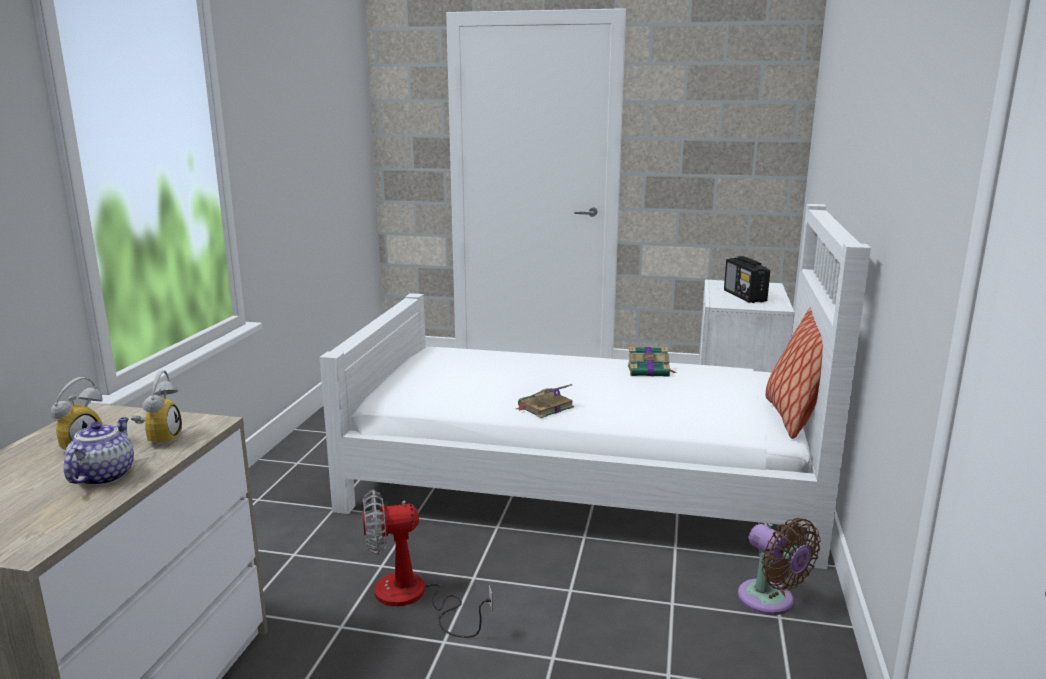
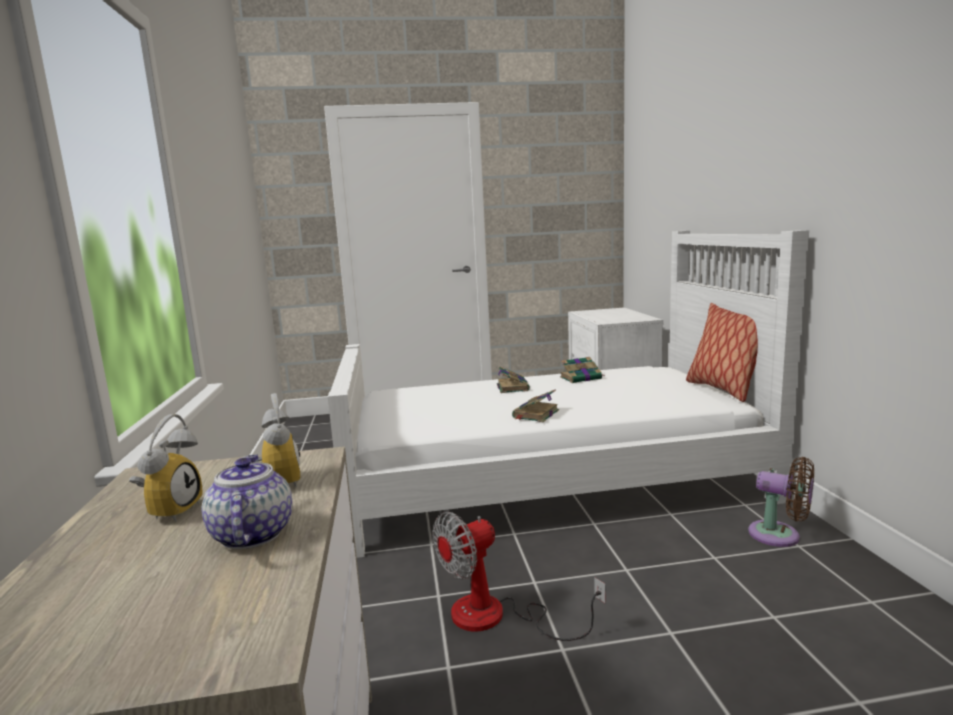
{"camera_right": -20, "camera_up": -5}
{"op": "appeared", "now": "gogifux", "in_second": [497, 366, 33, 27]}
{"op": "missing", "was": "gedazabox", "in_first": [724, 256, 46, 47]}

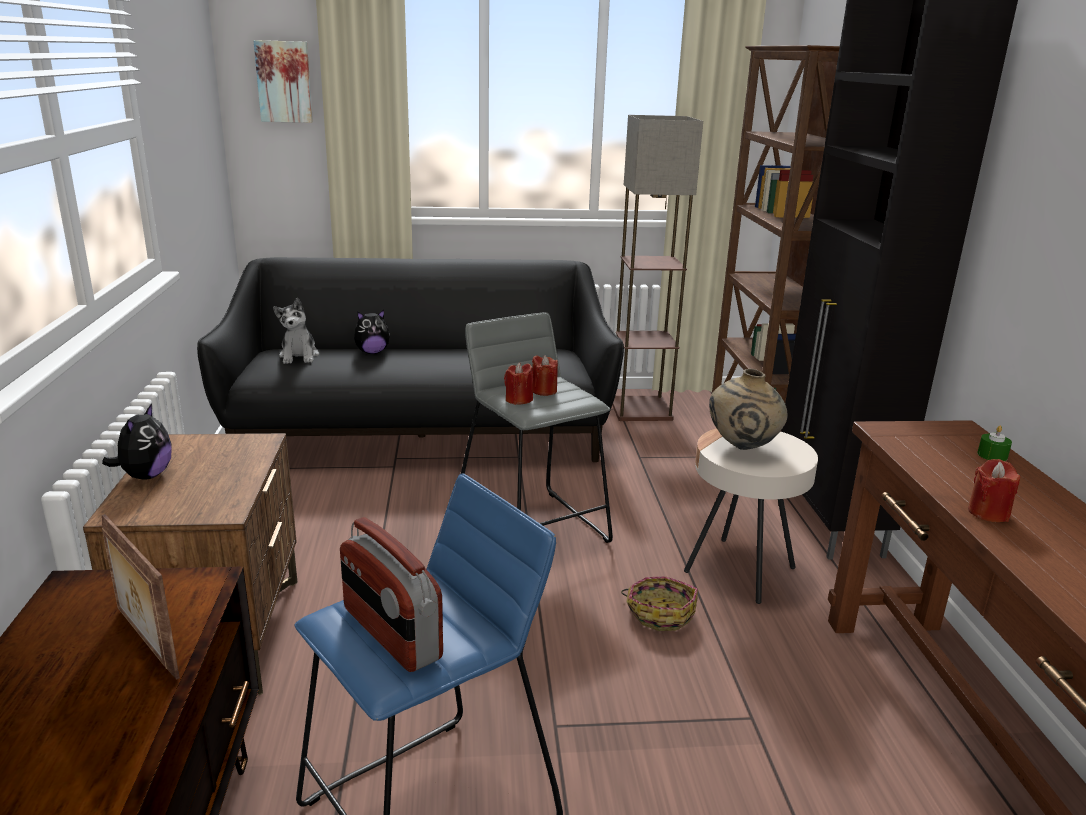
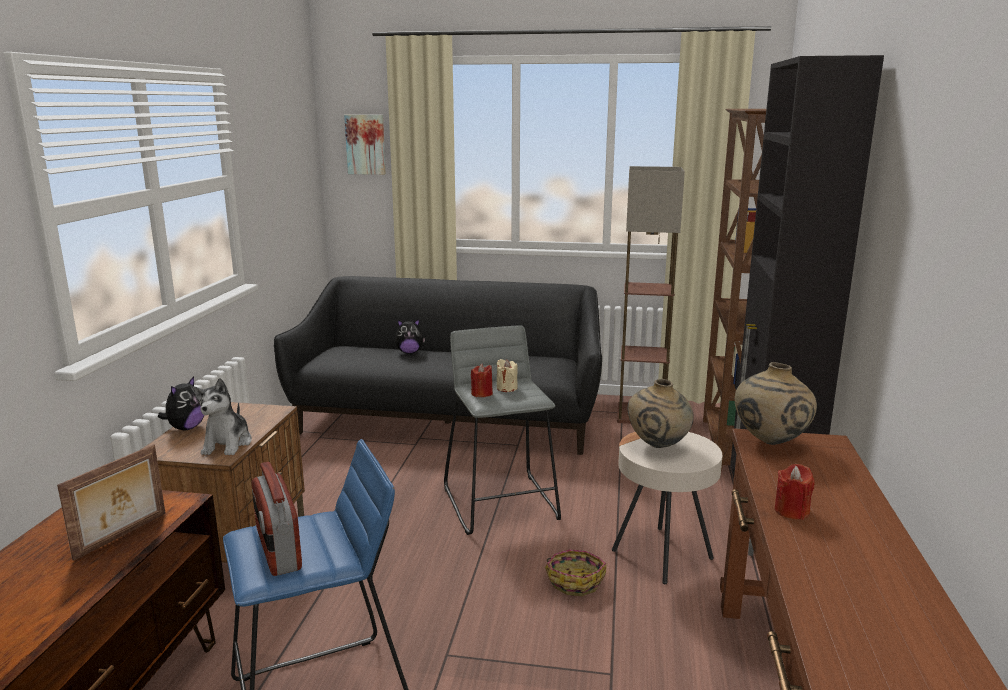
{"camera_right": 15, "camera_up": -5}
{"op": "spun", "was": "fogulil", "in_first": [102, 514, 78, 166], "in_second": [57, 444, 109, 117], "clockwise": -120}
{"op": "relocated", "was": "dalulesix", "in_first": [273, 298, 46, 66], "in_second": [193, 378, 59, 77]}
{"op": "colour", "was": "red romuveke", "now": "beige romuveke", "in_first": [532, 355, 26, 41], "in_second": [496, 359, 22, 33]}
{"op": "appeared", "now": "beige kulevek", "in_second": [735, 362, 82, 83]}
{"op": "missing", "was": "green romuveke", "in_first": [977, 426, 35, 35]}

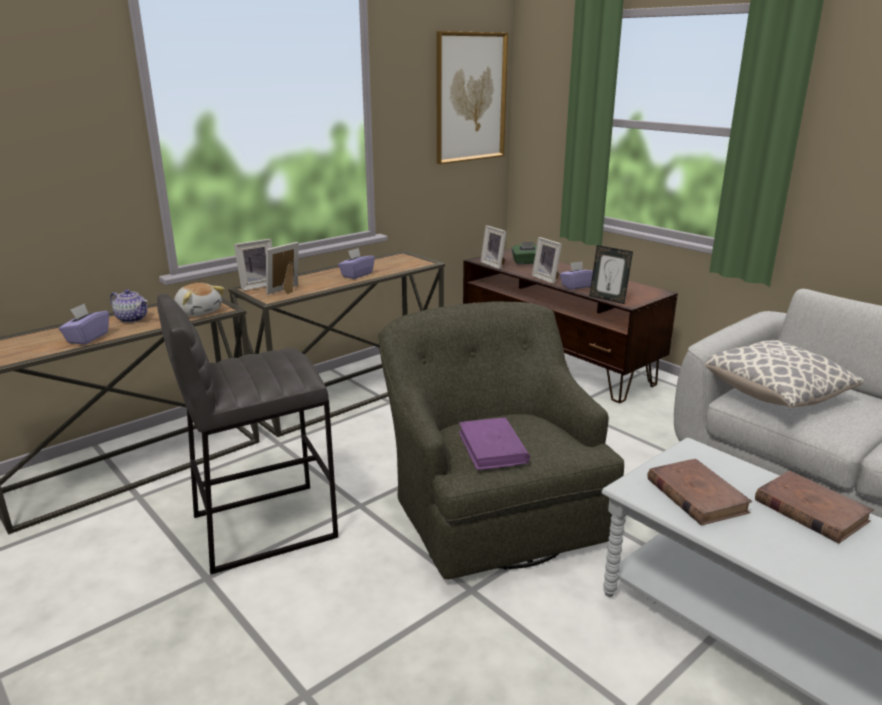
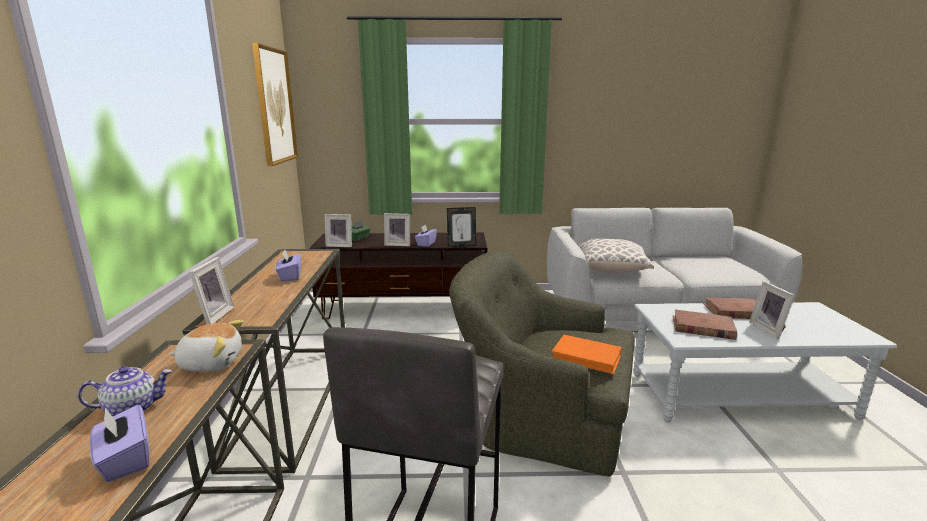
{"camera_right": -50, "camera_up": -5}
{"op": "colour", "was": "purple gogifux", "now": "orange gogifux", "in_first": [459, 417, 71, 53], "in_second": [552, 335, 70, 40]}
{"op": "relocated", "was": "fogulil", "in_first": [266, 242, 33, 52], "in_second": [749, 281, 46, 58]}

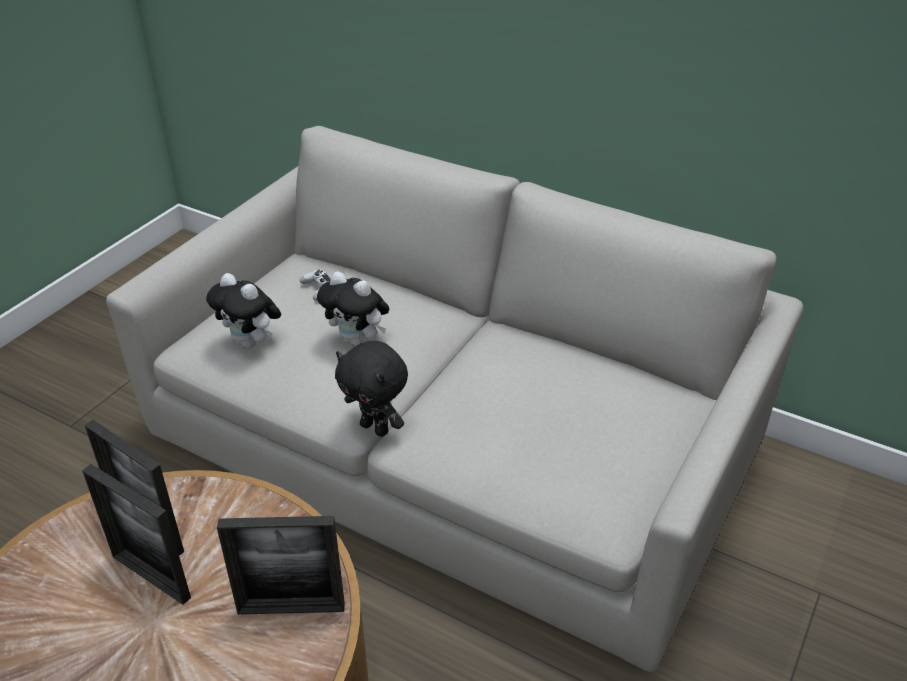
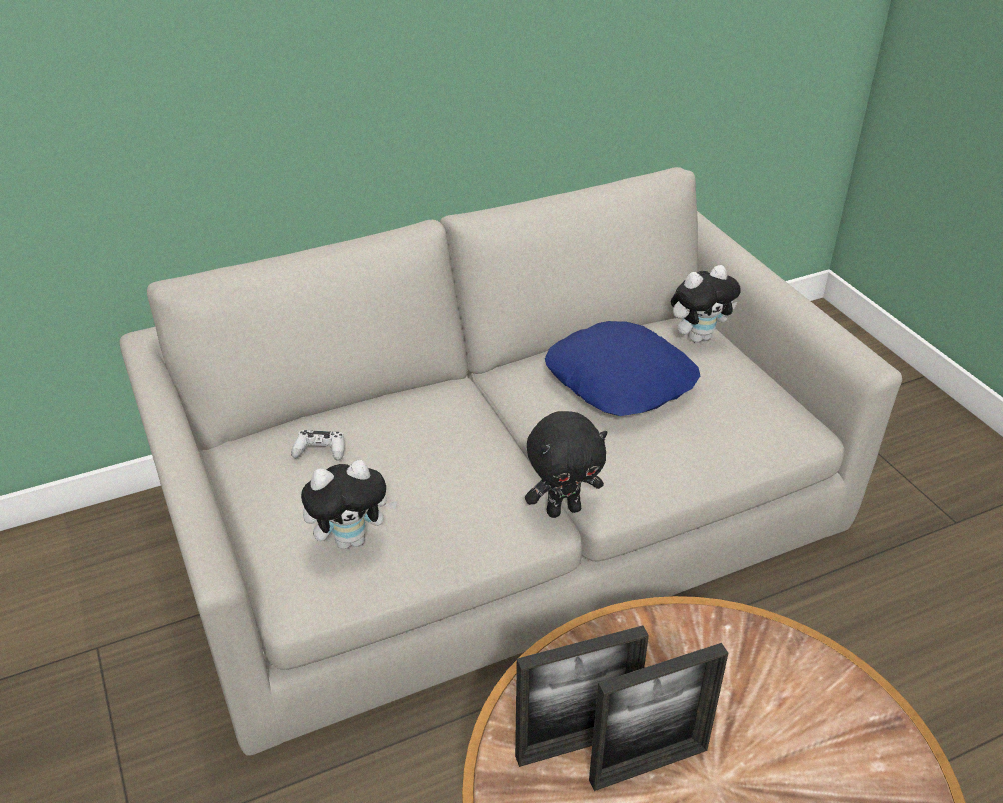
{"camera_right": -55, "camera_up": 0}
{"op": "appeared", "now": "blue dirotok", "in_second": [545, 321, 155, 95]}
{"op": "relocated", "was": "dalulesix", "in_first": [317, 271, 72, 75], "in_second": [671, 265, 70, 78]}
{"op": "missing", "was": "fogulil", "in_first": [217, 516, 128, 99]}

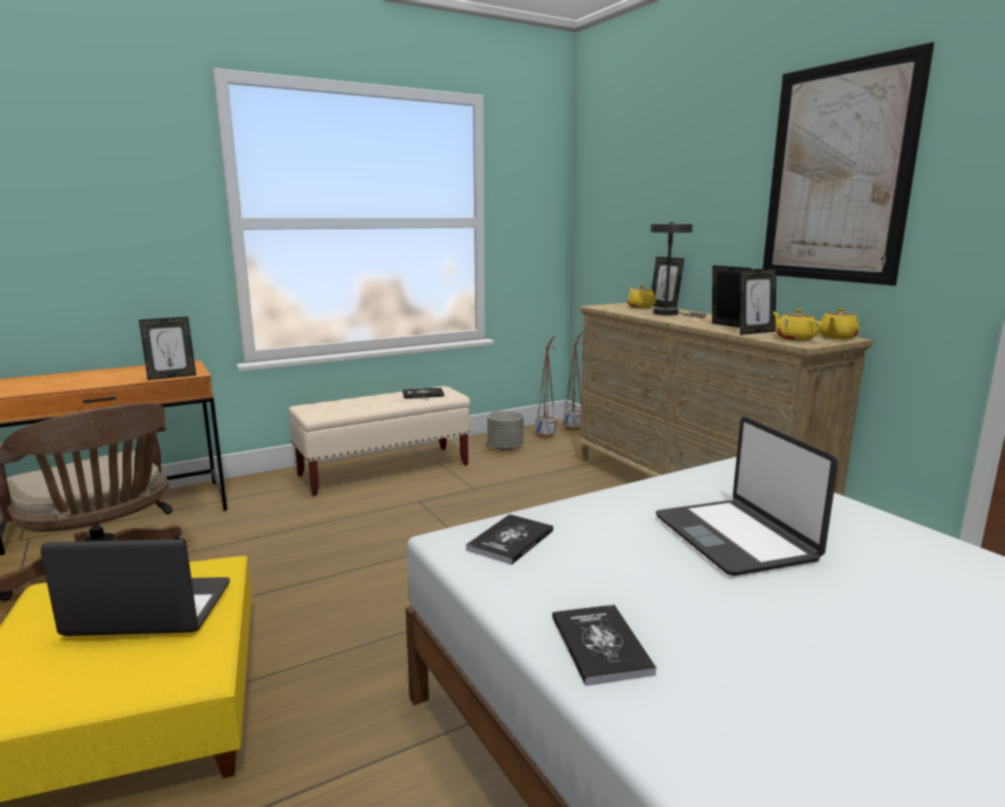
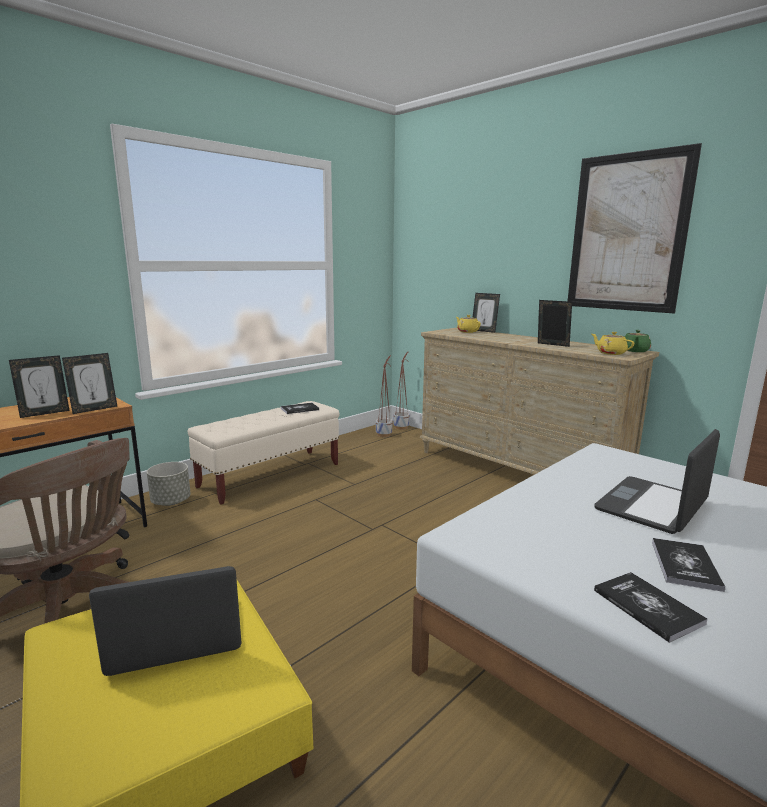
{"camera_right": -15, "camera_up": 0}
{"op": "relocated", "was": "fogulil", "in_first": [740, 268, 36, 67], "in_second": [9, 355, 61, 63]}
{"op": "relocated", "was": "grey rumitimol", "in_first": [487, 410, 36, 41], "in_second": [147, 462, 44, 44]}
{"op": "spun", "was": "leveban", "in_first": [656, 417, 182, 159], "in_second": [594, 429, 126, 105], "clockwise": 75}
{"op": "colour", "was": "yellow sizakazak", "now": "green sizakazak", "in_first": [818, 308, 42, 31], "in_second": [625, 330, 26, 22]}
{"op": "relocated", "was": "gogifux", "in_first": [466, 514, 87, 51], "in_second": [652, 538, 73, 54]}
{"op": "missing", "was": "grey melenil", "in_first": [650, 222, 56, 96]}

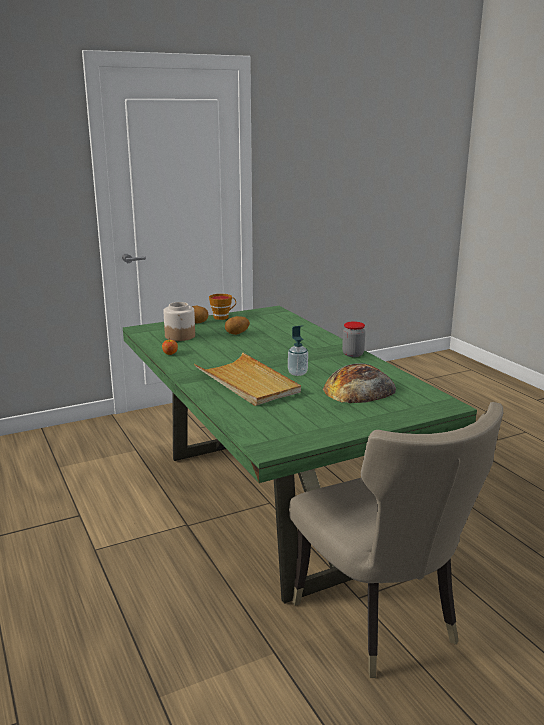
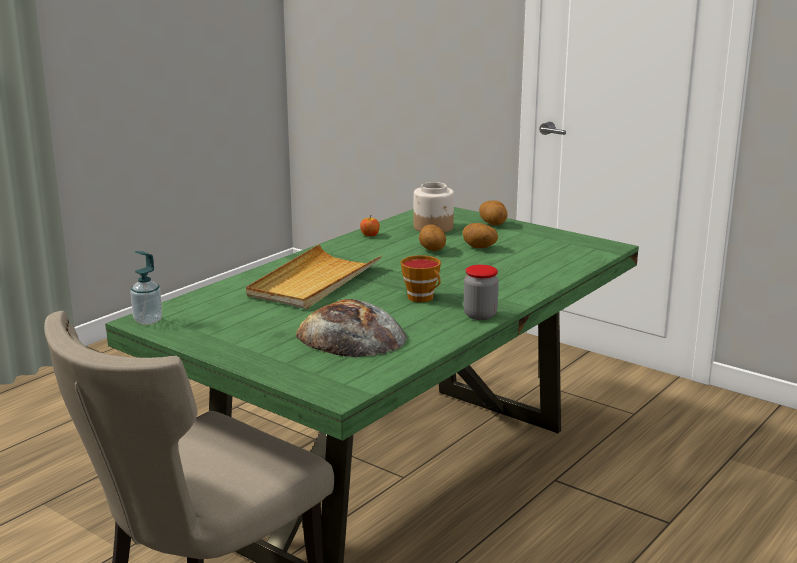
{"camera_right": 65, "camera_up": 0}
{"op": "relocated", "was": "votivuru", "in_first": [288, 326, 20, 50], "in_second": [131, 251, 31, 74]}
{"op": "relocated", "was": "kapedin", "in_first": [209, 294, 27, 26], "in_second": [401, 255, 40, 47]}
{"op": "appeared", "now": "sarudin", "in_second": [419, 224, 27, 27]}

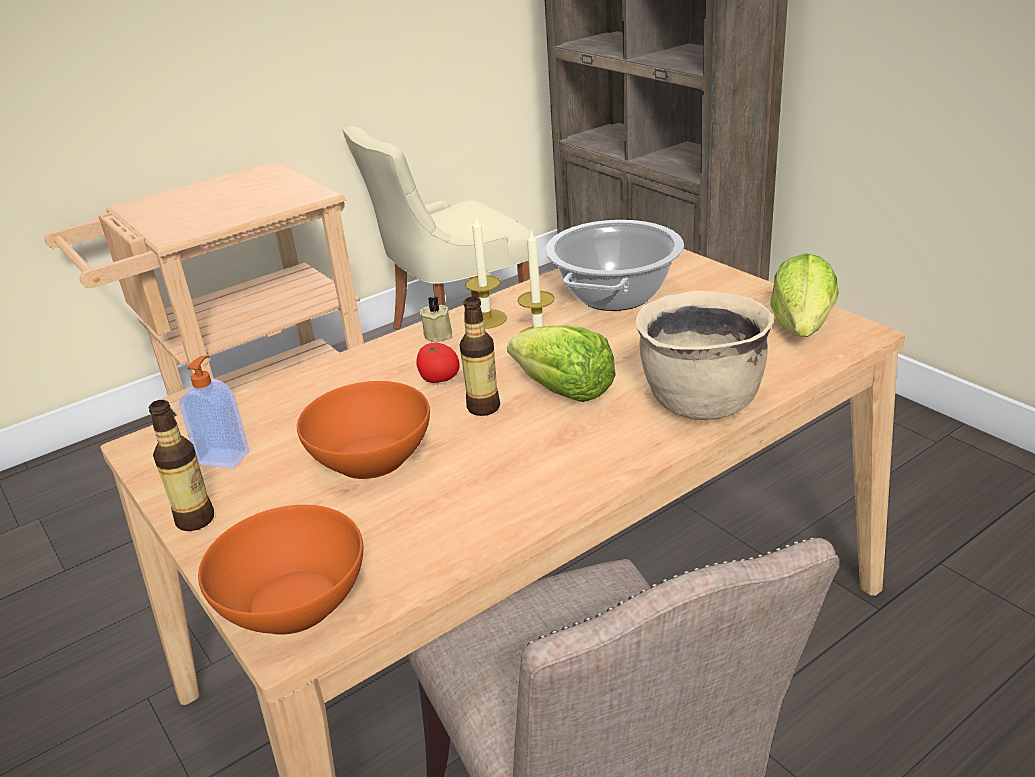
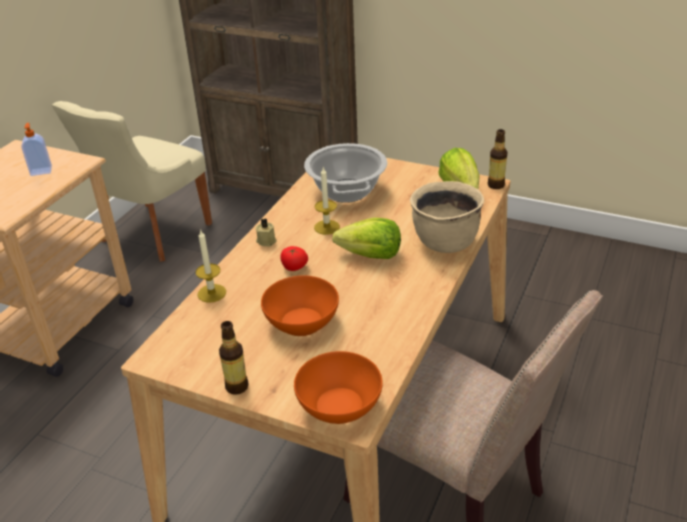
{"camera_right": -30, "camera_up": 5}
{"op": "relocated", "was": "votivuru", "in_first": [179, 356, 70, 113], "in_second": [22, 123, 30, 53]}
{"op": "relocated", "was": "romuveke", "in_first": [465, 217, 42, 112], "in_second": [196, 229, 30, 74]}
{"op": "relocated", "was": "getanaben", "in_first": [460, 297, 40, 119], "in_second": [488, 129, 20, 60]}

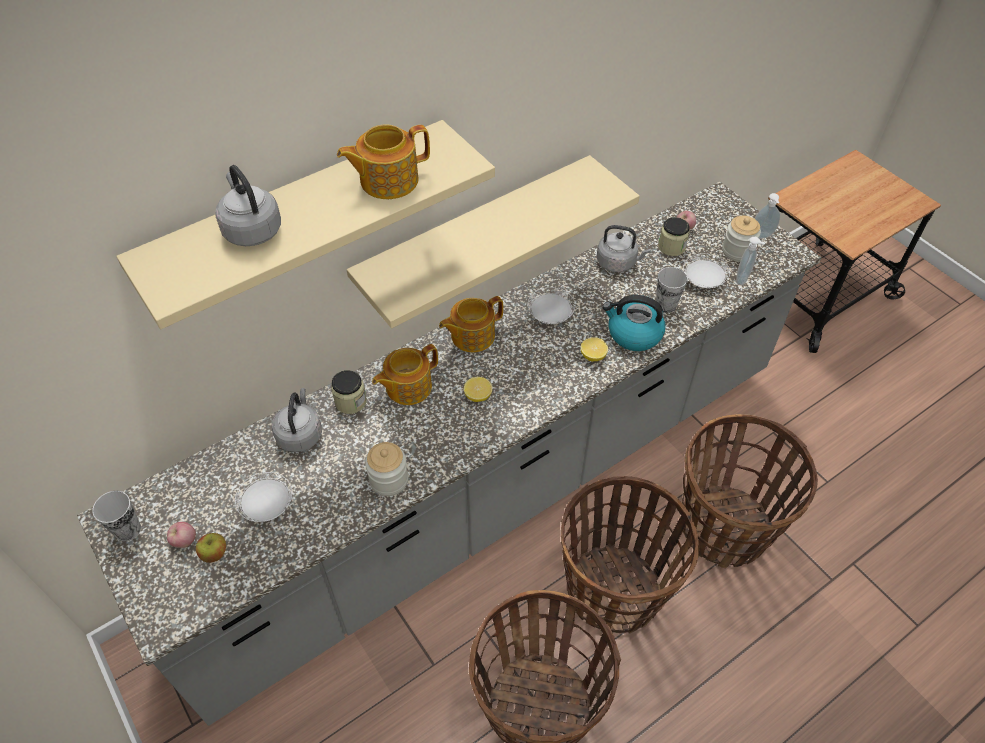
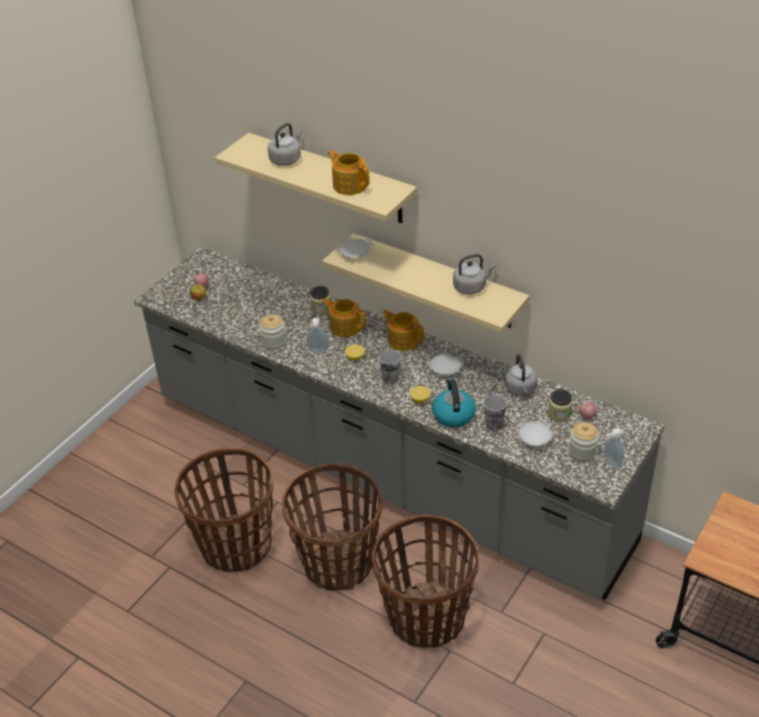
{"camera_right": 70, "camera_up": -10}
{"op": "relocated", "was": "votivuru", "in_first": [736, 237, 29, 48], "in_second": [306, 318, 23, 35]}
{"op": "relocated", "was": "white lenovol", "in_first": [235, 472, 57, 50], "in_second": [337, 234, 36, 24]}
{"op": "relocated", "was": "kapedin", "in_first": [92, 491, 49, 50], "in_second": [379, 350, 22, 35]}
{"op": "relocated", "was": "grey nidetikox", "in_first": [272, 388, 50, 64], "in_second": [453, 254, 43, 40]}

